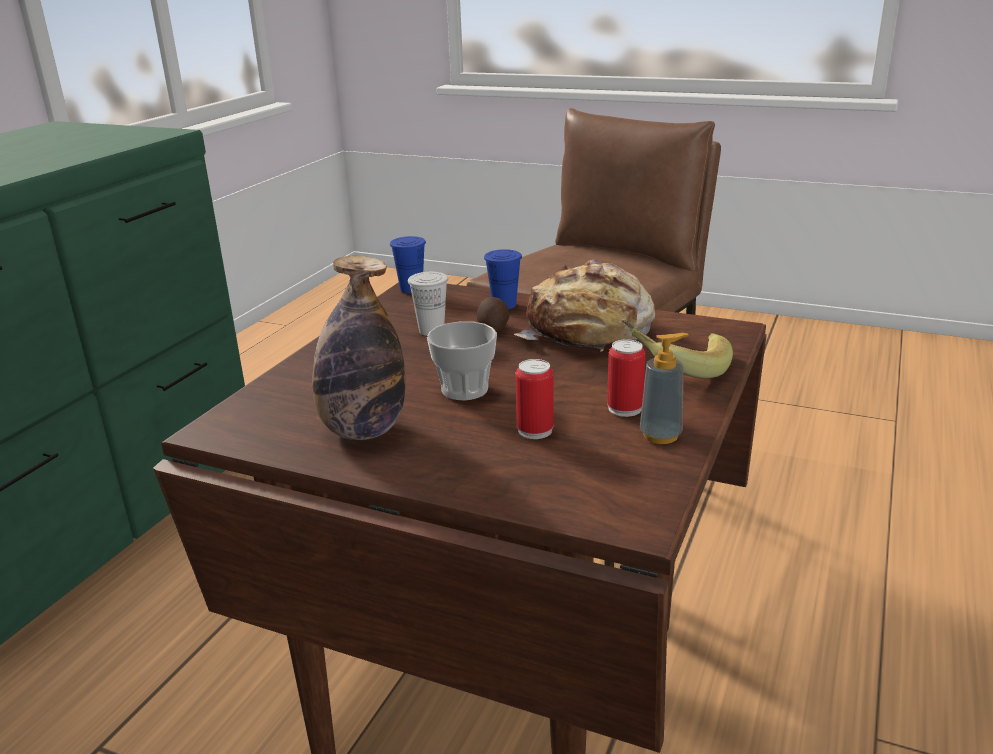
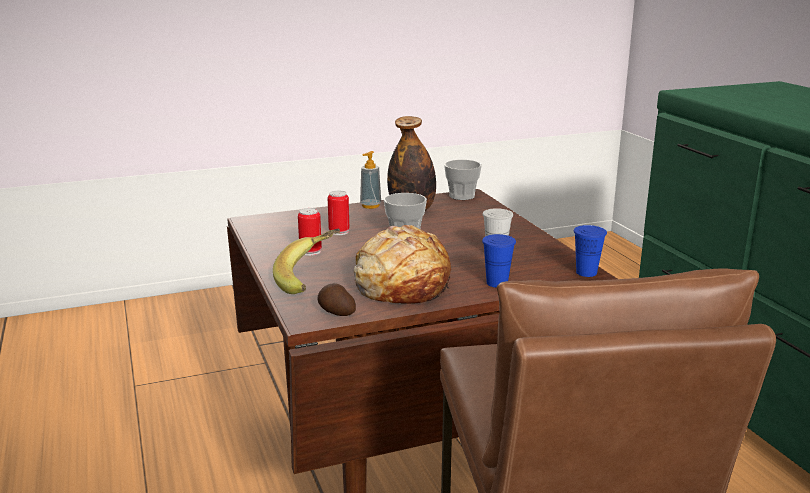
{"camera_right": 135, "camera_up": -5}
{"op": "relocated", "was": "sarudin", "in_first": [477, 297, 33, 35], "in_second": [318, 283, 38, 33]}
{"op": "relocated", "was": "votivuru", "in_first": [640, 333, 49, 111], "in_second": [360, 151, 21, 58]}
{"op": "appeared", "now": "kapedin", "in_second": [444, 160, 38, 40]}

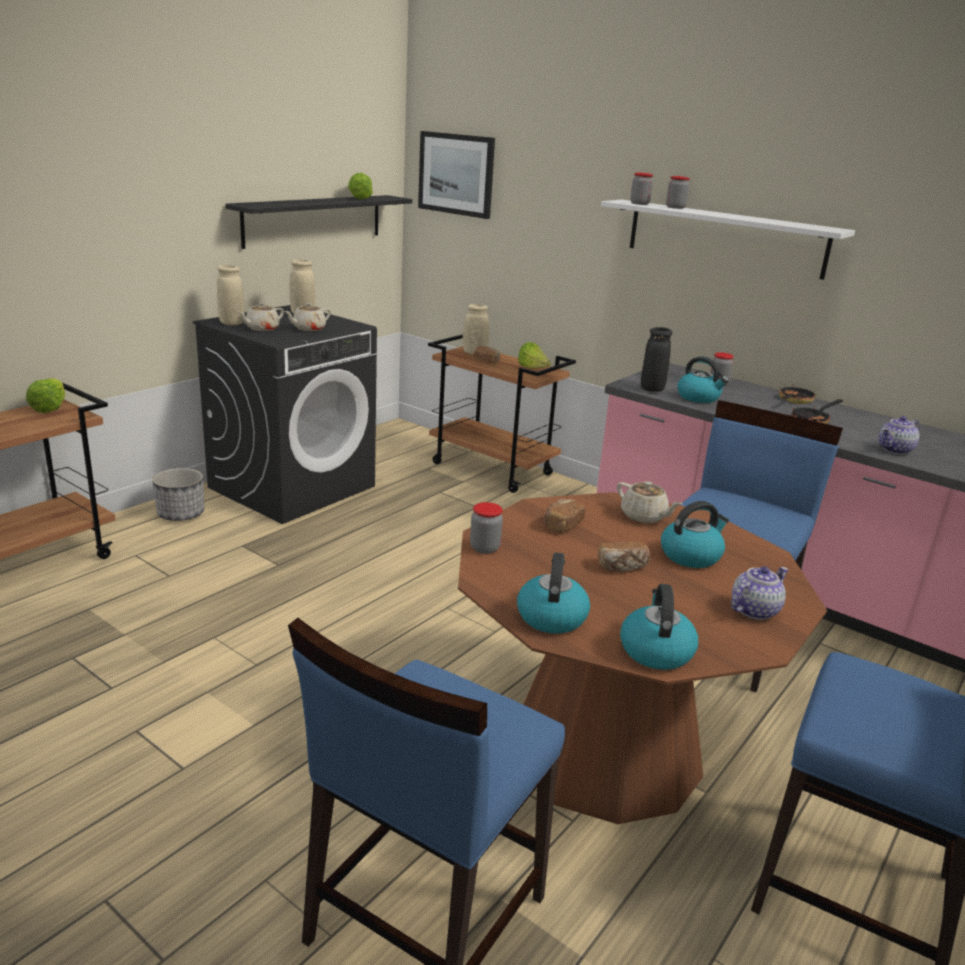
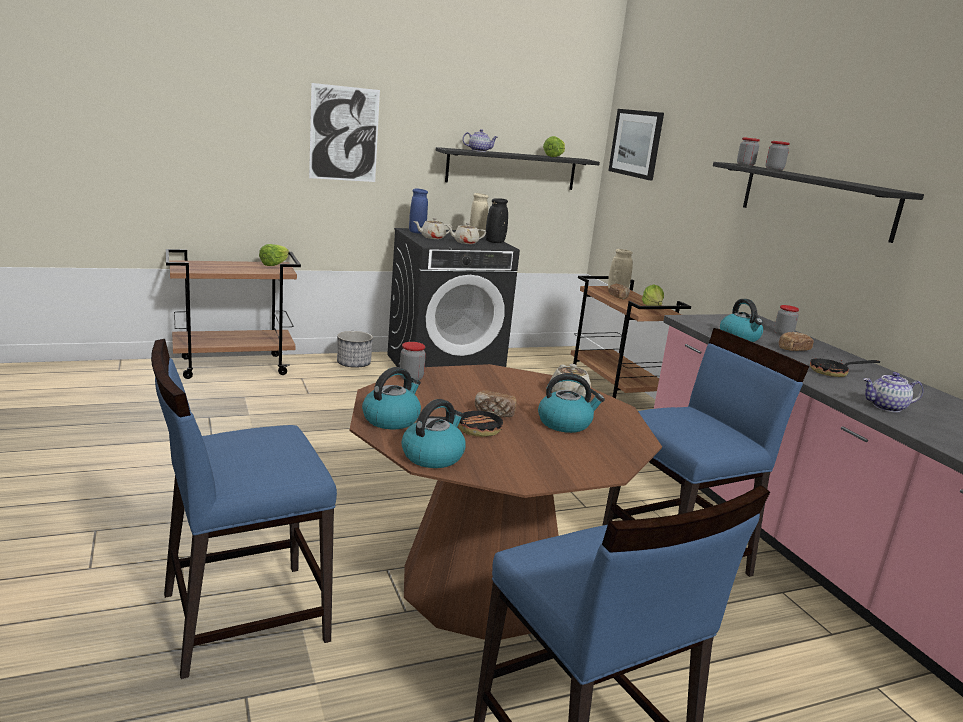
{"camera_right": 30, "camera_up": -5}
{"op": "appeared", "now": "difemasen", "in_second": [309, 83, 71, 99]}
{"op": "colour", "was": "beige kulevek", "now": "blue kulevek", "in_first": [217, 265, 27, 60], "in_second": [409, 189, 19, 44]}
{"op": "relocated", "was": "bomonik", "in_first": [779, 384, 37, 20], "in_second": [428, 407, 75, 30]}
{"op": "relocated", "was": "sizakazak", "in_first": [731, 566, 57, 54], "in_second": [462, 129, 36, 23]}
{"op": "relocated", "was": "black kulevek", "in_first": [641, 327, 32, 65], "in_second": [485, 198, 23, 45]}
{"op": "colour", "was": "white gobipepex", "now": "black gobipepex", "in_first": [601, 200, 254, 80], "in_second": [713, 162, 211, 81]}
{"op": "relocated", "was": "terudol", "in_first": [544, 499, 42, 33], "in_second": [778, 332, 36, 19]}

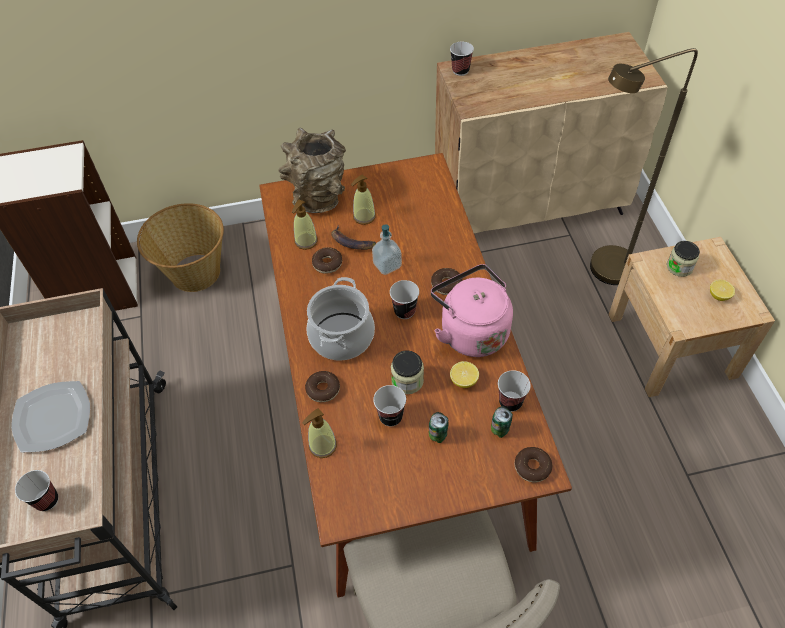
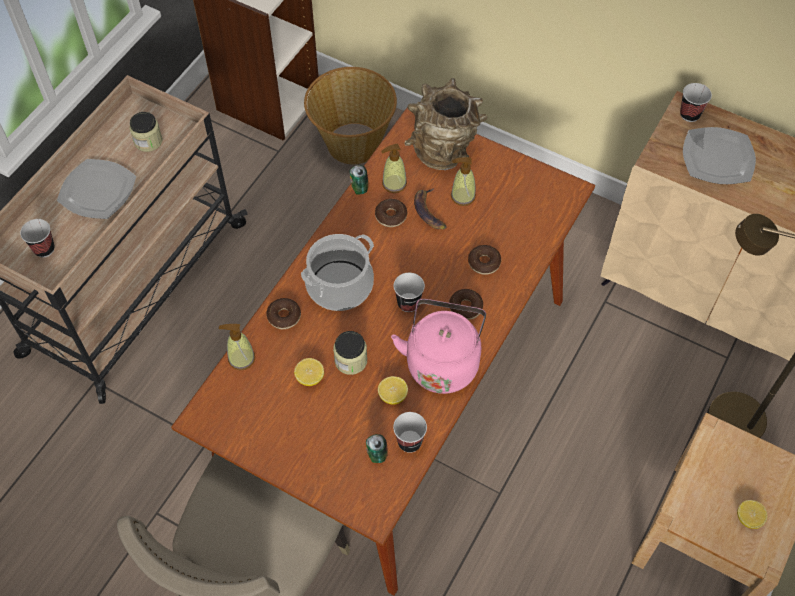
{"camera_right": 40, "camera_up": 5}
{"op": "relocated", "was": "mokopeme", "in_first": [667, 241, 33, 36], "in_second": [129, 112, 34, 40]}
{"op": "exchanged", "was": "kapedin", "now": "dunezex", "in_first": [373, 385, 33, 42], "in_second": [294, 358, 30, 28]}
{"op": "relocated", "was": "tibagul", "in_first": [429, 412, 19, 31], "in_second": [350, 165, 18, 30]}
{"op": "relocated", "was": "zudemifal", "in_first": [515, 447, 37, 35], "in_second": [468, 245, 33, 30]}
{"op": "appeared", "now": "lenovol", "in_second": [683, 127, 73, 57]}
{"op": "missing", "was": "votivuru", "in_first": [372, 224, 30, 51]}

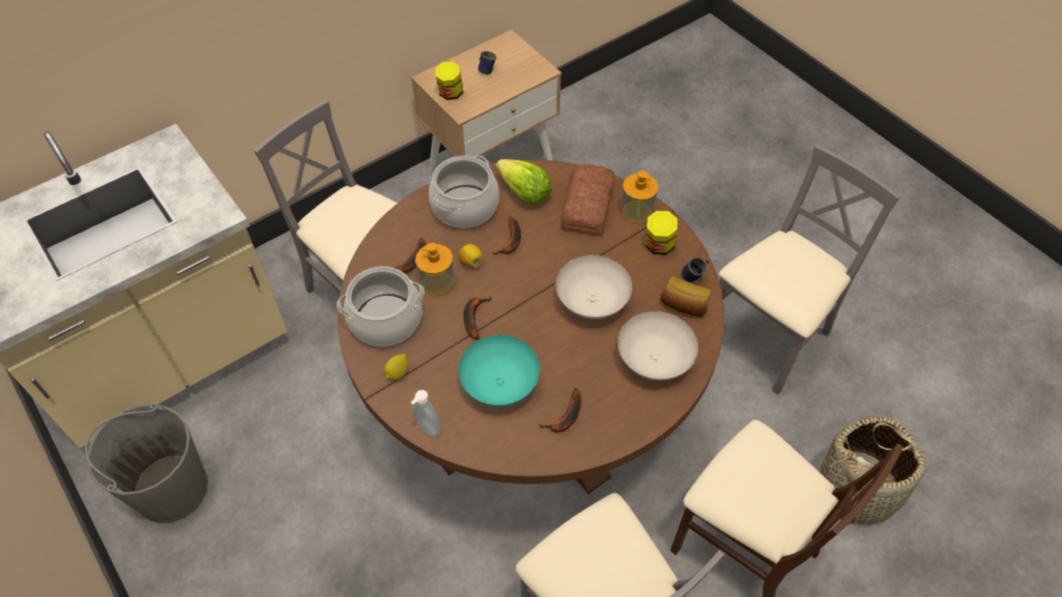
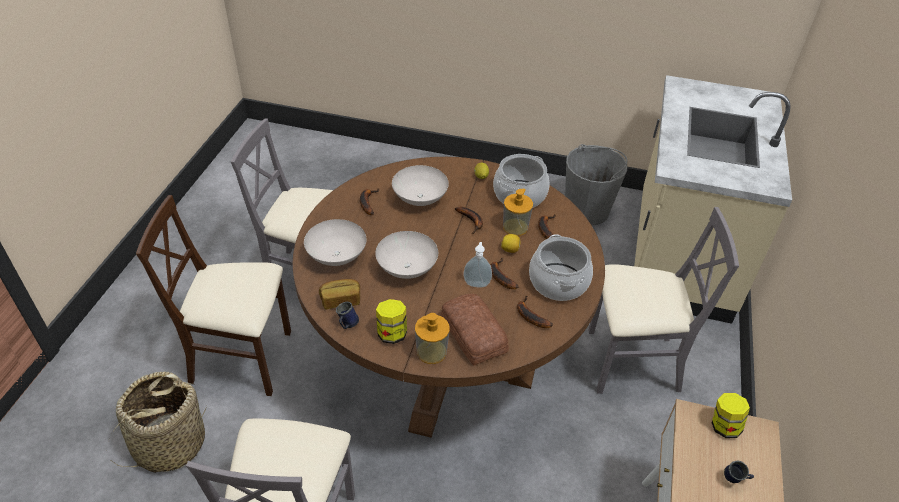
{"camera_right": 140, "camera_up": -10}
{"op": "colour", "was": "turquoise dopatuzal", "now": "white dopatuzal", "in_first": [458, 335, 82, 71], "in_second": [392, 165, 57, 41]}
{"op": "relocated", "was": "votivuru", "in_first": [411, 390, 29, 47], "in_second": [464, 242, 28, 45]}
{"op": "exchanged", "was": "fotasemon", "now": "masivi", "in_first": [496, 159, 56, 46], "in_second": [517, 296, 36, 32]}

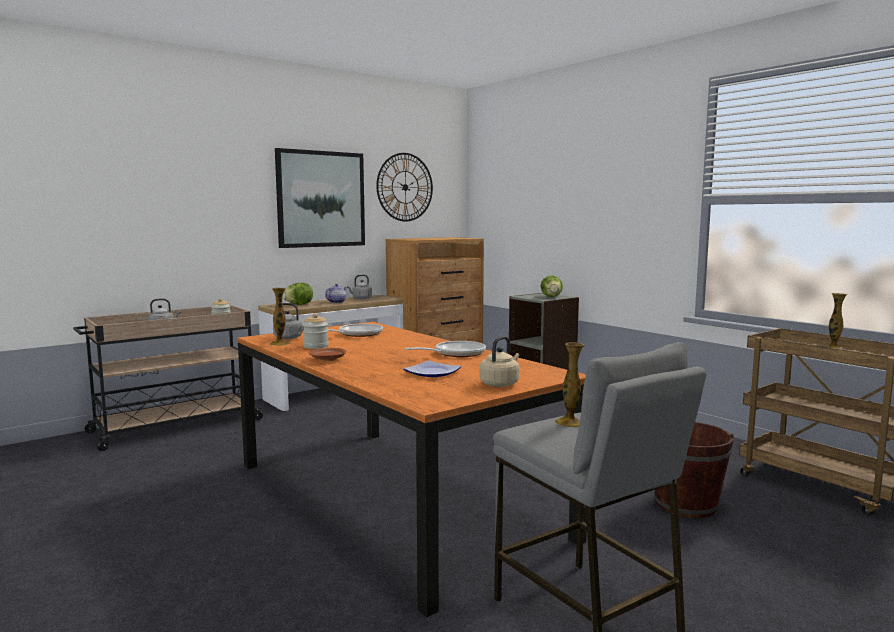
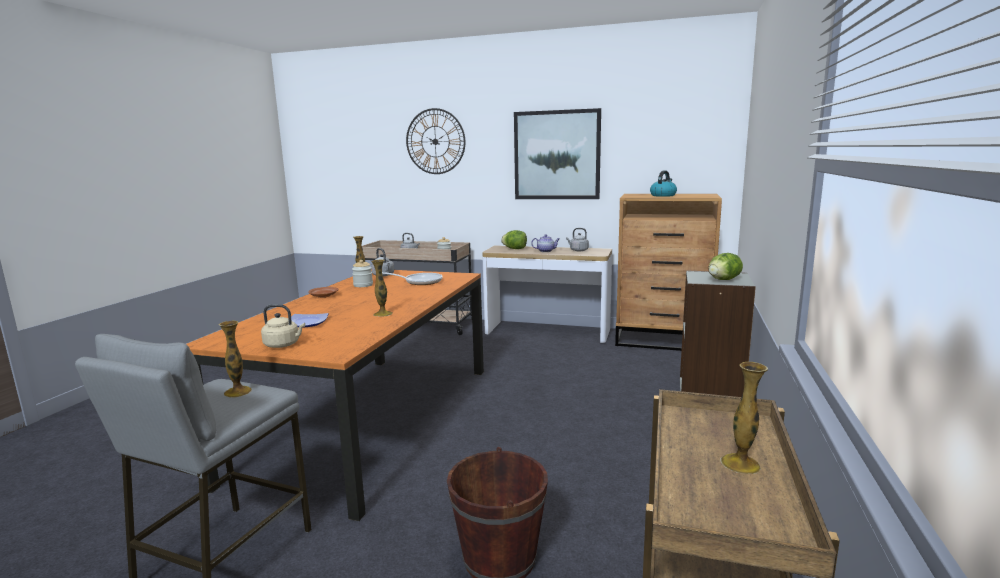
{"camera_right": 55, "camera_up": 5}
{"op": "exchanged", "was": "bomonik", "now": "kulevek", "in_first": [405, 341, 81, 16], "in_second": [371, 259, 22, 58]}
{"op": "relocated", "was": "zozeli", "in_first": [376, 153, 57, 69], "in_second": [406, 108, 59, 66]}
{"op": "appeared", "now": "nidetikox", "in_second": [650, 171, 27, 26]}

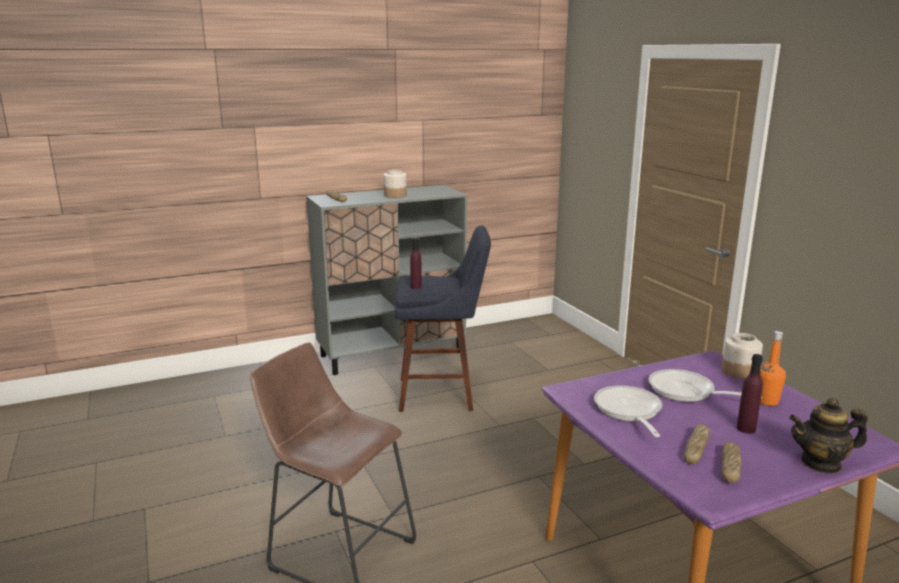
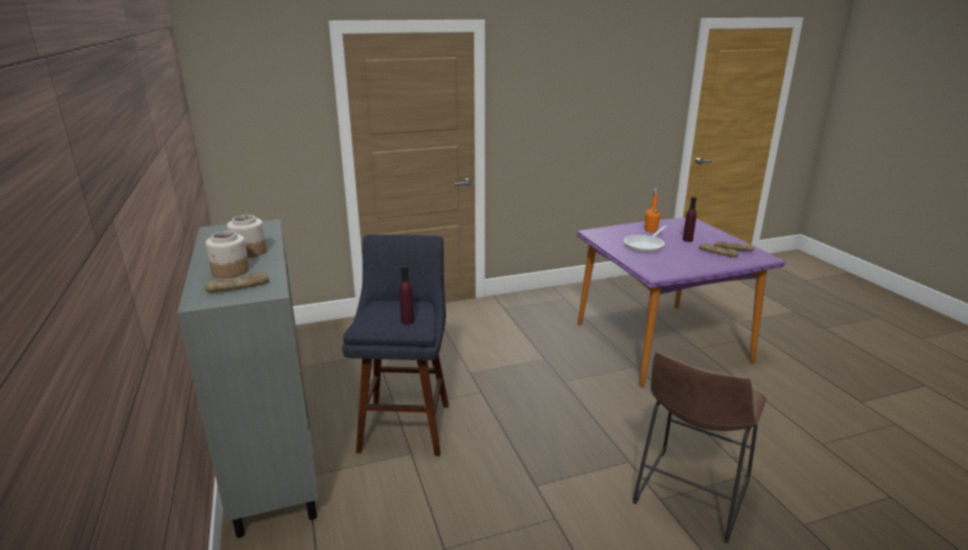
{"camera_right": -85, "camera_up": 5}
{"op": "relocated", "was": "mokopeme", "in_first": [721, 333, 42, 46], "in_second": [206, 231, 43, 47]}
{"op": "missing", "was": "bomonik", "in_first": [594, 385, 68, 52]}
{"op": "missing", "was": "sizakazak", "in_first": [789, 398, 79, 75]}

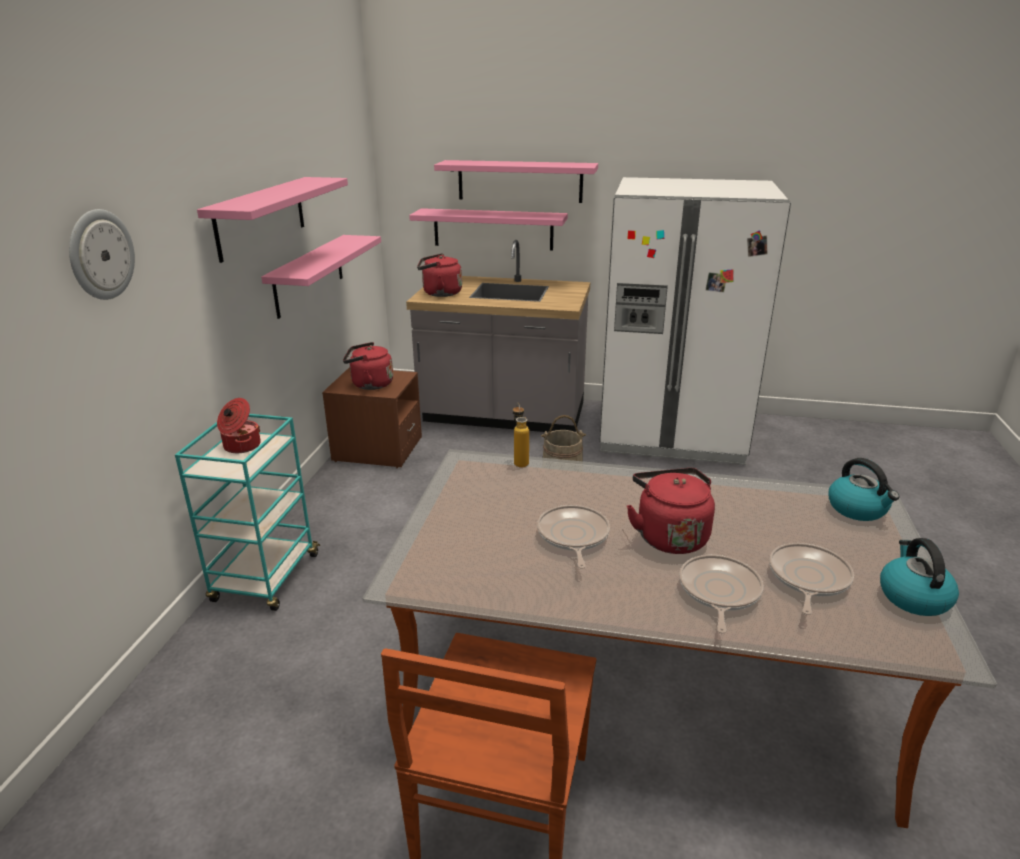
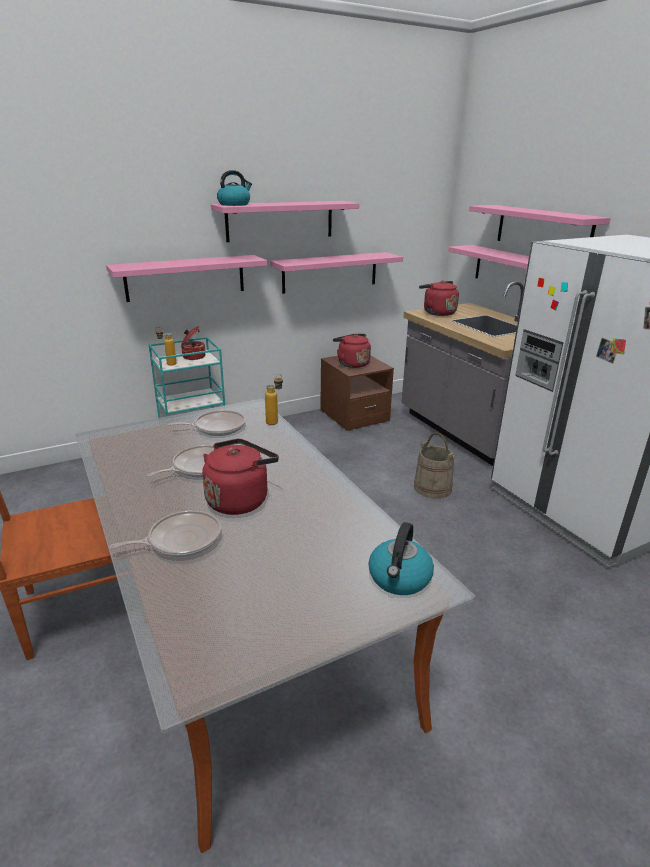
{"camera_right": 50, "camera_up": 0}
{"op": "appeared", "now": "pink gobipepex", "in_second": [106, 255, 161, 47]}
{"op": "appeared", "now": "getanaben", "in_second": [155, 327, 21, 39]}
{"op": "relocated", "was": "bomonik", "in_first": [769, 543, 85, 72], "in_second": [168, 410, 78, 26]}
{"op": "relocated", "was": "nidetikox", "in_first": [880, 538, 79, 78], "in_second": [217, 170, 35, 36]}
{"op": "missing", "was": "zozeli", "in_first": [69, 209, 66, 91]}

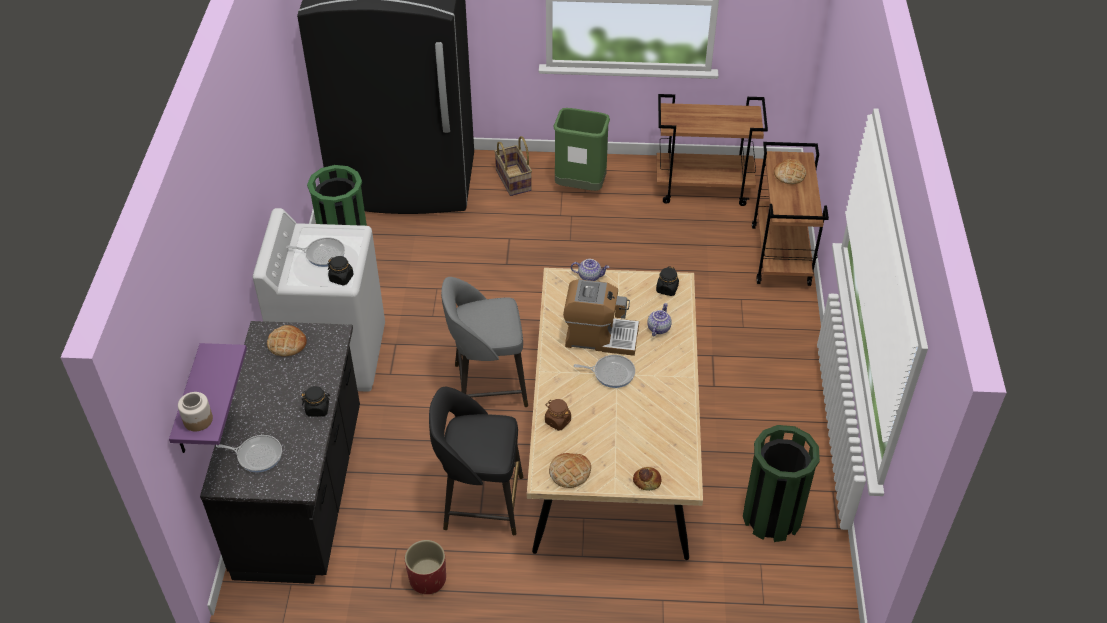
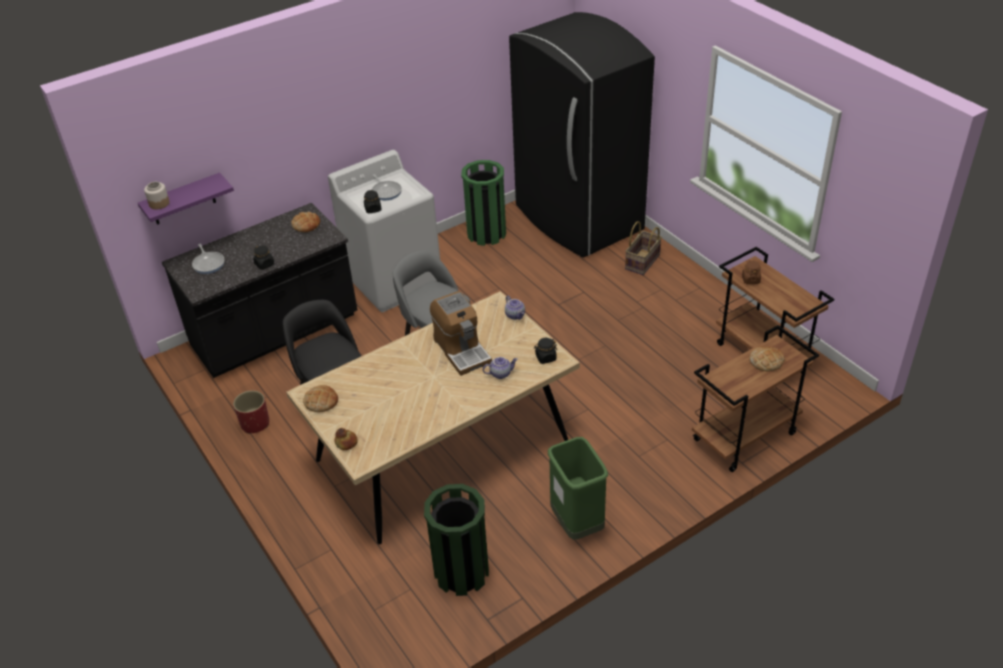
{"camera_right": 55, "camera_up": -5}
{"op": "relocated", "was": "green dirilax", "in_first": [553, 108, 57, 83], "in_second": [548, 437, 60, 103]}
{"op": "relocated", "was": "brown mokopeme", "in_first": [545, 399, 26, 32], "in_second": [742, 261, 19, 23]}
{"op": "missing", "was": "bomonik", "in_first": [573, 355, 62, 33]}

